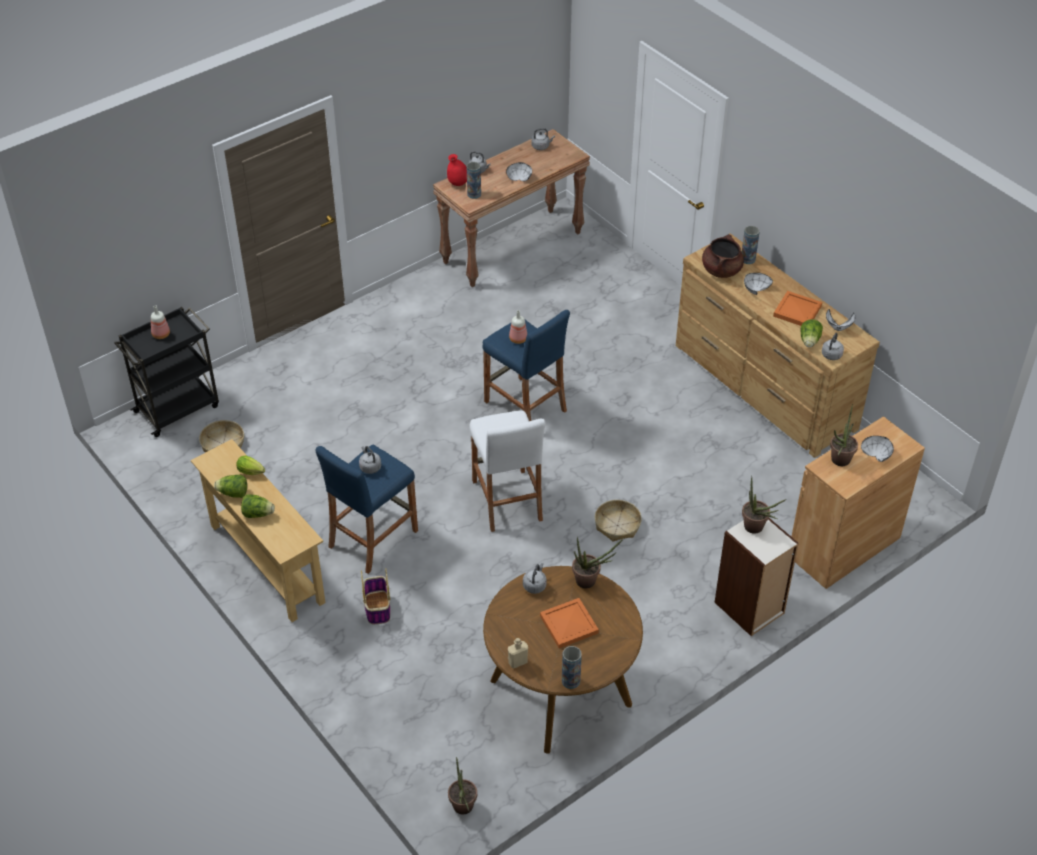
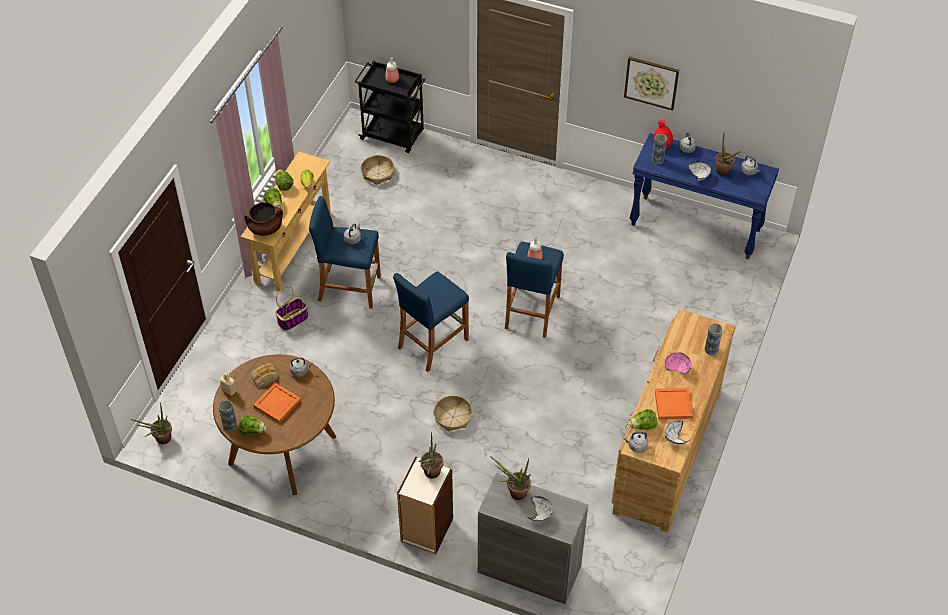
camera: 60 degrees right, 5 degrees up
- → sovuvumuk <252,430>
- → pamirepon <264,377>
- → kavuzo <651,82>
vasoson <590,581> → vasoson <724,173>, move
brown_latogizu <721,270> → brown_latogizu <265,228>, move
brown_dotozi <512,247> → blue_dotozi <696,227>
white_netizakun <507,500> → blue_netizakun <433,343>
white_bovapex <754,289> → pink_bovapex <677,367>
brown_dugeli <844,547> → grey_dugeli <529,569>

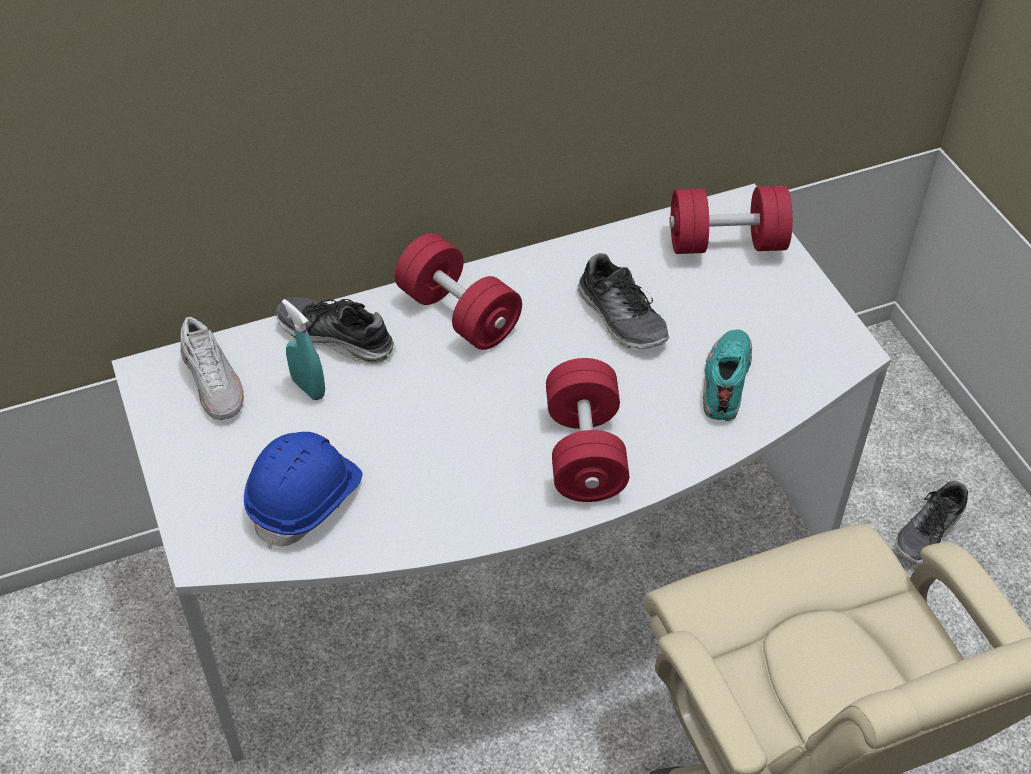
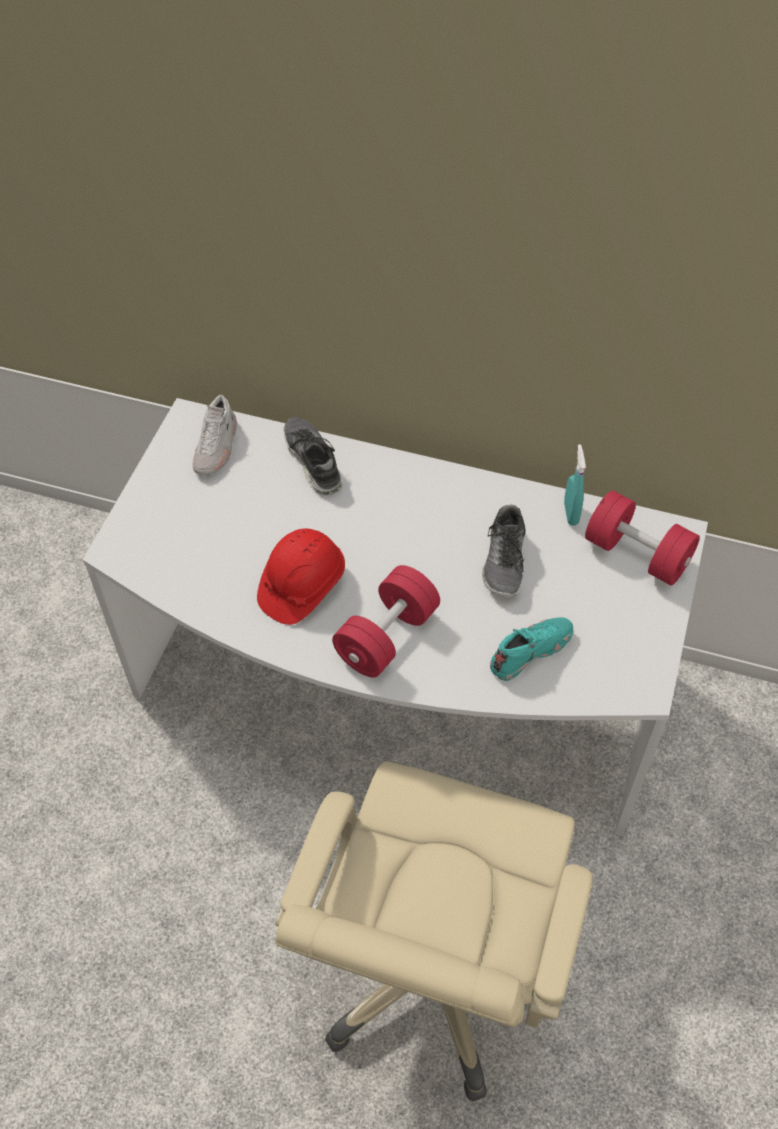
camera: 40 degrees right, 5 degrees up
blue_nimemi <306,500> → -
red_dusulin <458,314> → -
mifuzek <929,532> → -
- → red_nimemi <301,586>
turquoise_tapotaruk <308,388> → turquoise_tapotaruk <571,513>, move

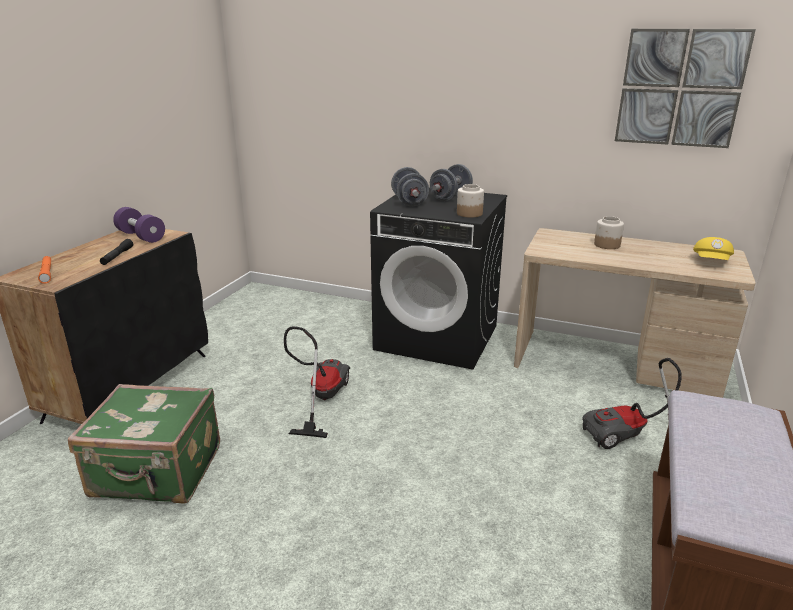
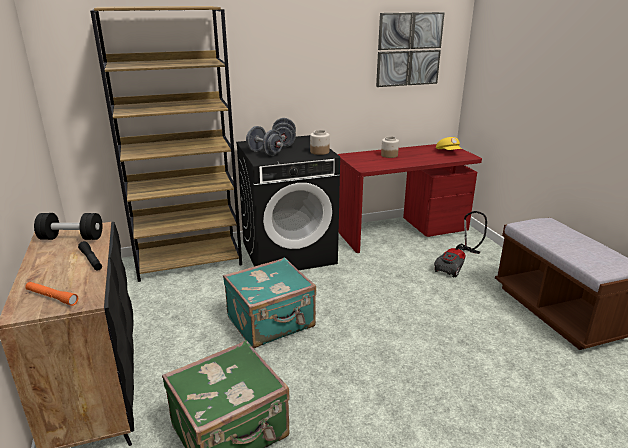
camera: 40 degrees left, 0 degrees up
- → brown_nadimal <189,260>
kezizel <321,398> → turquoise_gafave <272,323>
purple_dusulin <141,236> → black_dusulin <71,238>
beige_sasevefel <614,364> → red_sasevefel <402,231>

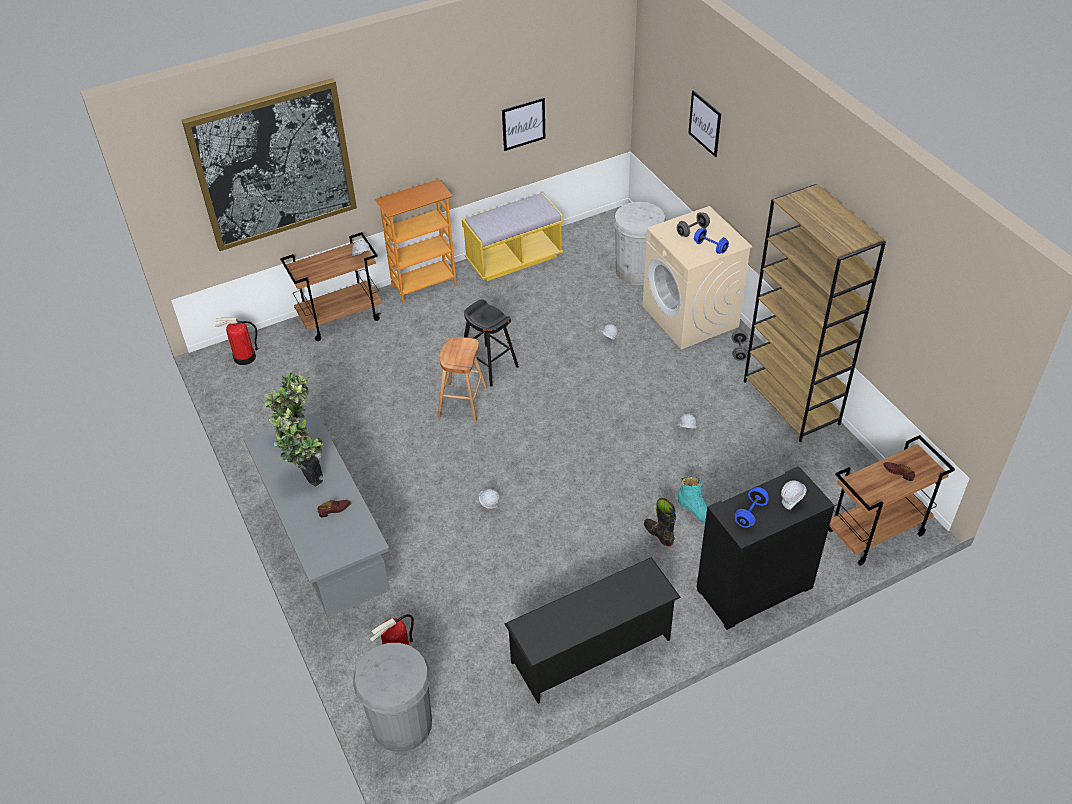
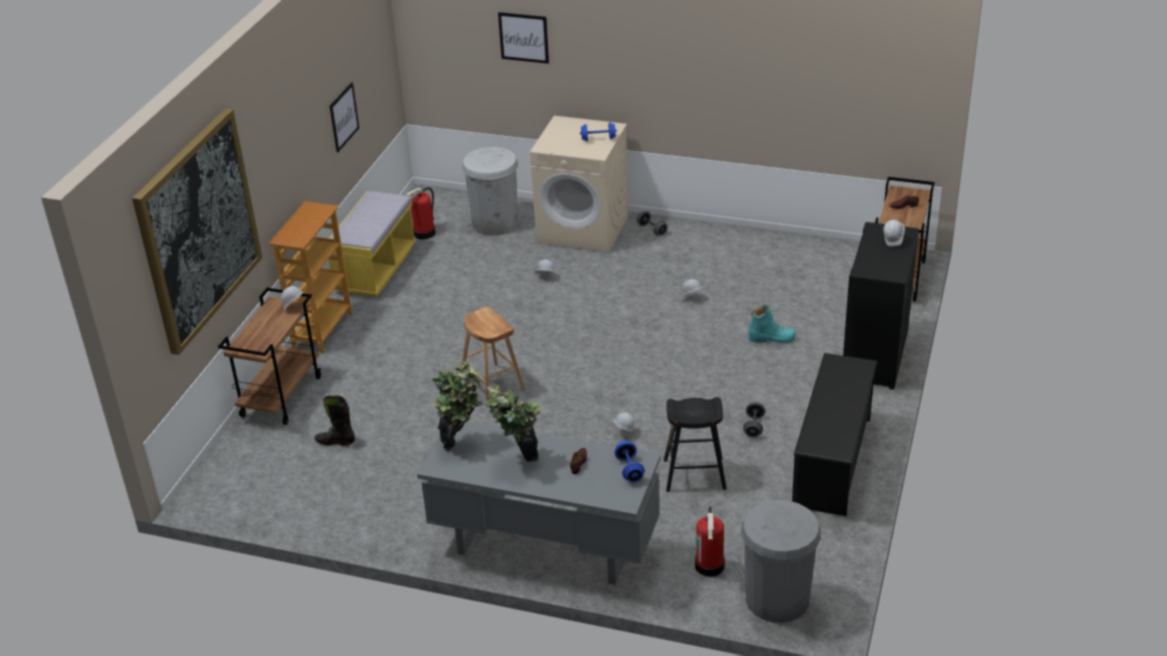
camera: 45 degrees left, 10 degrees down
brown_nadimal <791,403> → -
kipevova <244,357> → kipevova <424,233>, move
black_netizakun <489,365> → black_netizakun <694,474>, move
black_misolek <659,534> → black_misolek <335,441>, move
grey_dusulin <692,231> → grey_dusulin <754,427>, move
blue_dusulin <750,513> → blue_dusulin <629,469>, move

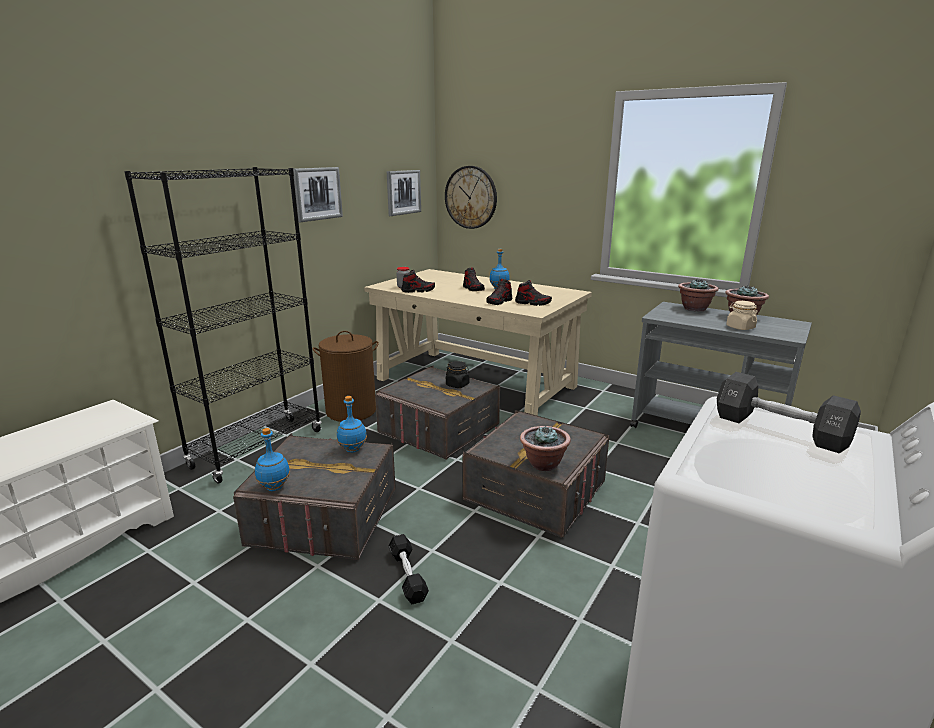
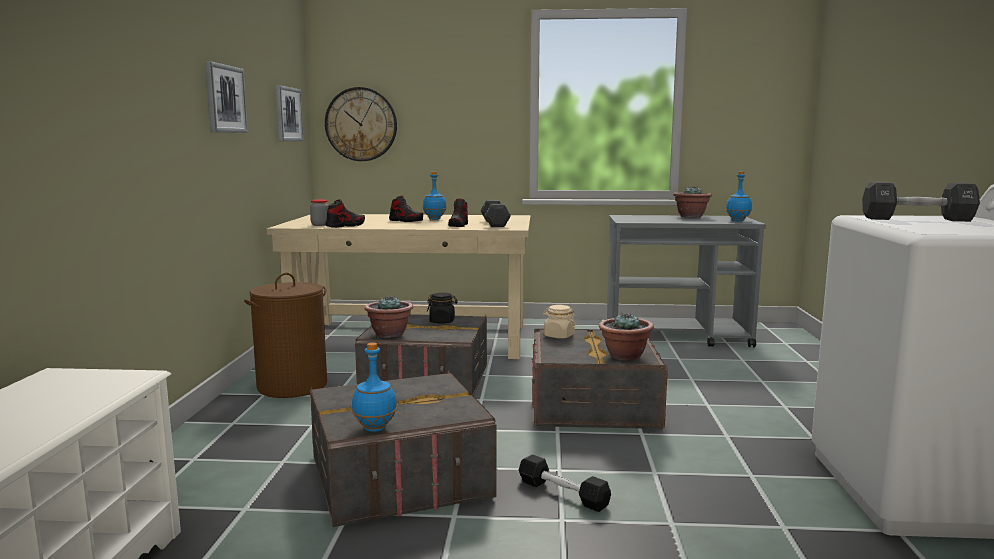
camera: 30 degrees left, 10 degrees down
black_nadimal <258,449> → -
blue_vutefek <352,449> → blue_vutefek <737,221>, move
vasoson <694,309> → vasoson <389,334>, move
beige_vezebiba <740,327> → beige_vezebiba <558,336>, move
mifuzek <533,303> → black_dusulin <495,224>

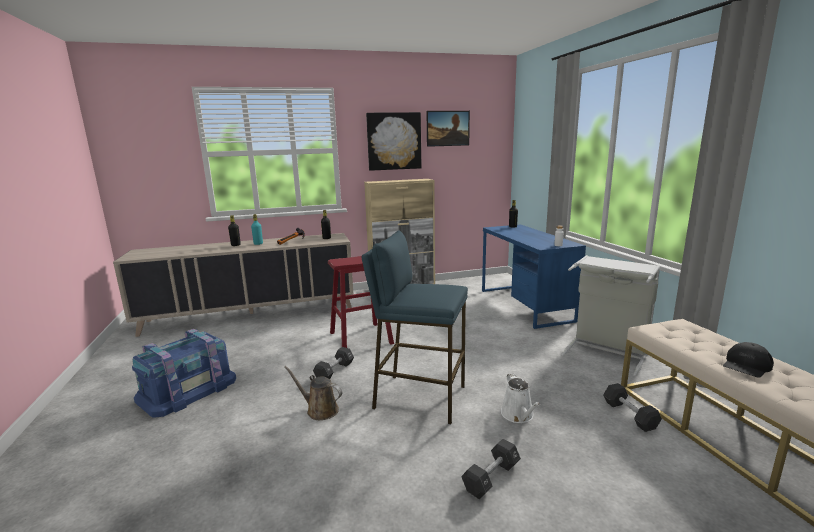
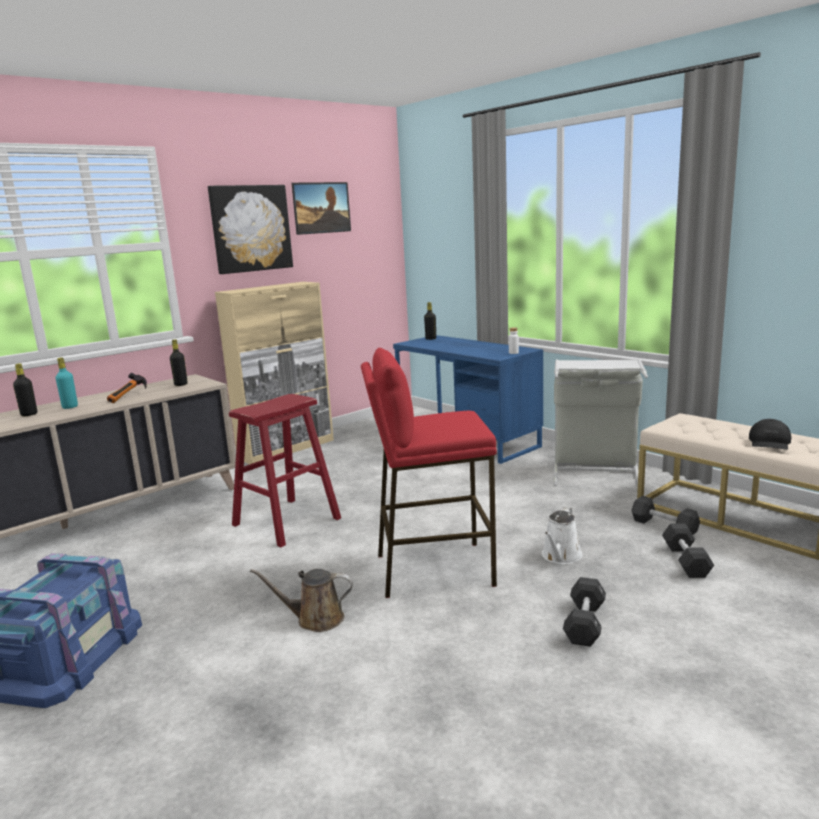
camera: 25 degrees left, 0 degrees up
black_dusulin <334,371> → black_dusulin <686,561>, move
blue_netizakun <419,397> → red_netizakun <433,569>
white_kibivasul <518,415> → white_kibivasul <560,556>, 60 degrees clockwise

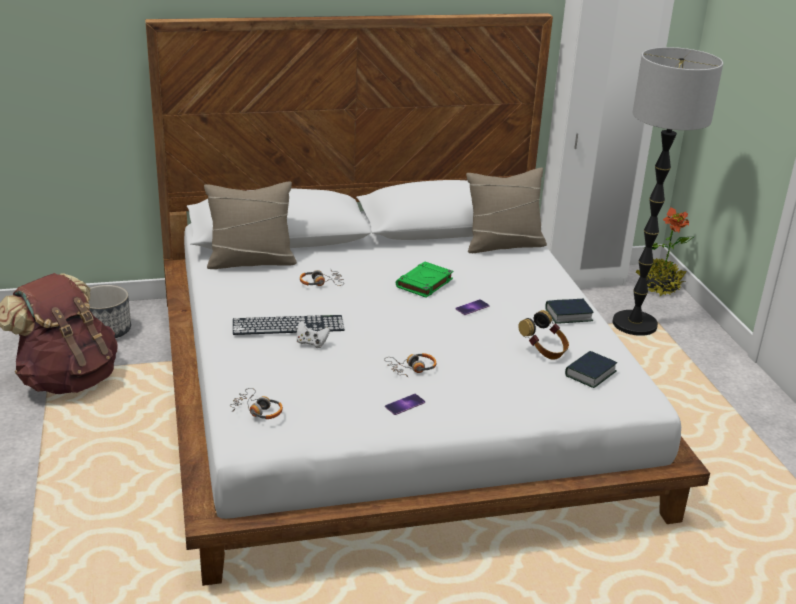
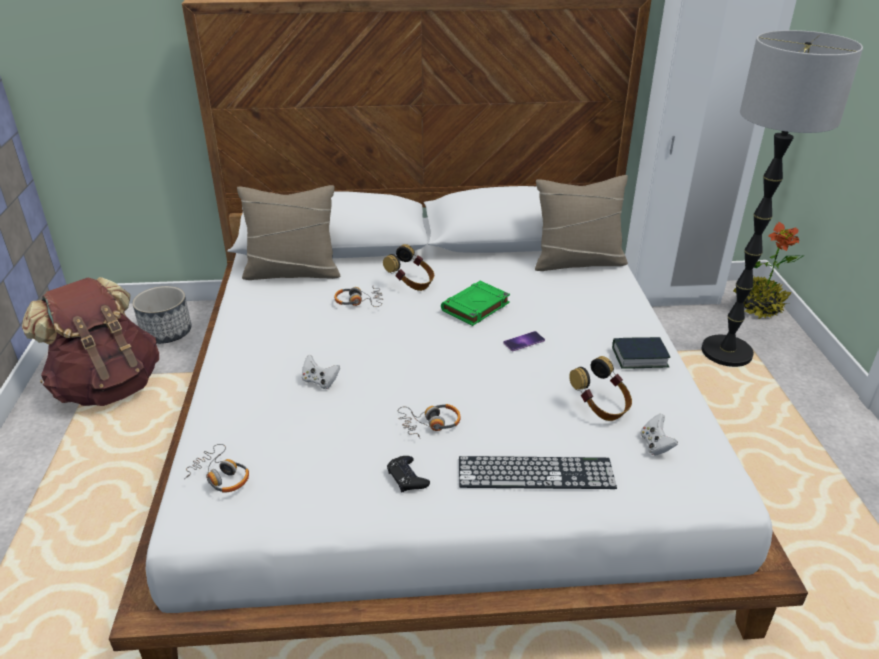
camera: 10 degrees right, 5 degrees up
- → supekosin <411,283>
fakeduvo <288,325> → fakeduvo <536,473>, move
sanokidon <405,404> → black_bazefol <407,477>
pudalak <590,374> → white_bazefol <655,445>

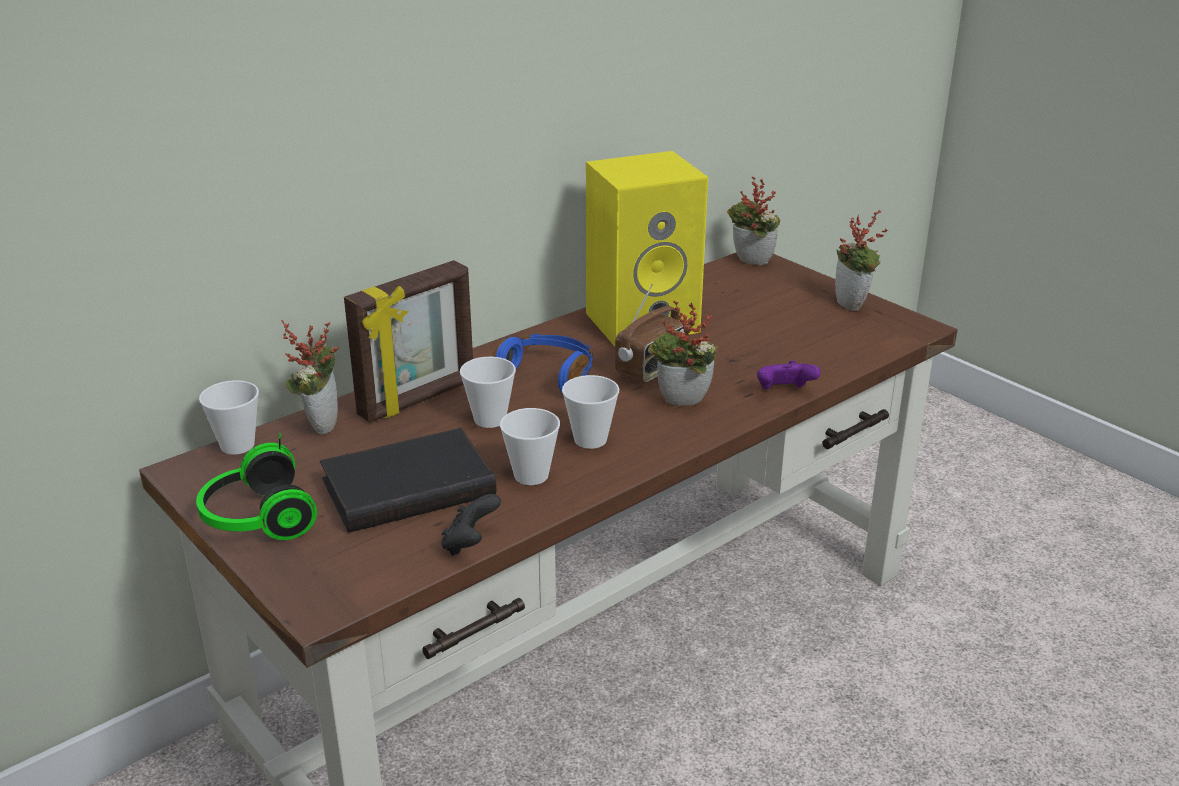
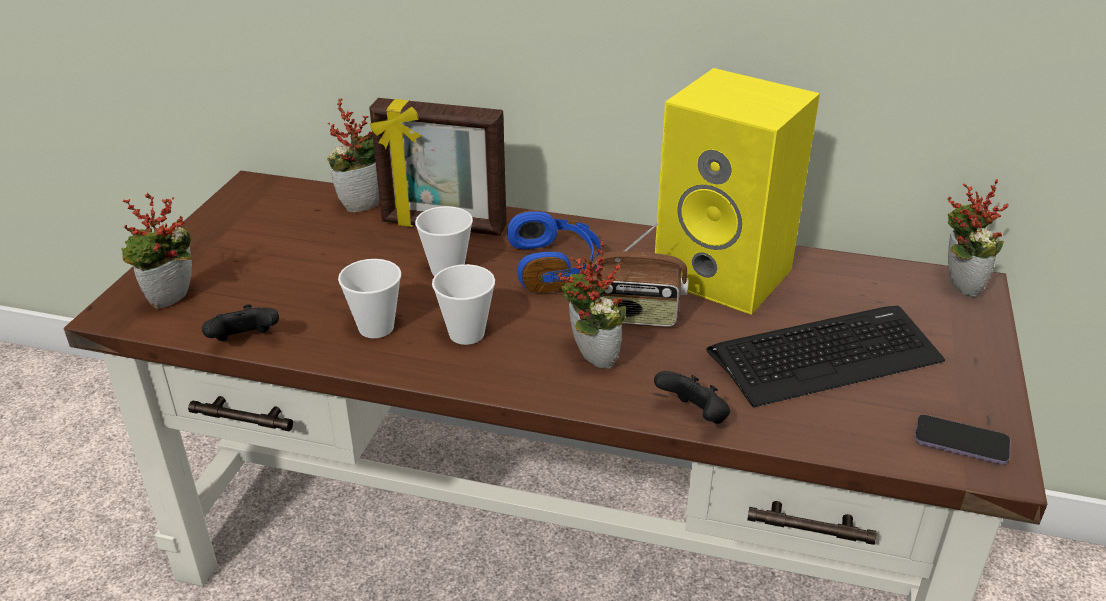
camera: 55 degrees right, 5 degrees up
supekosin <256,519> → -
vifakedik <237,445> → -
black_pudalak <408,485> → -
- → fakeduvo <825,356>
- → sanokidon <961,442>
vasoson <853,305> → vasoson <173,302>, move
purple_bazefol <784,392> → black_bazefol <694,416>

